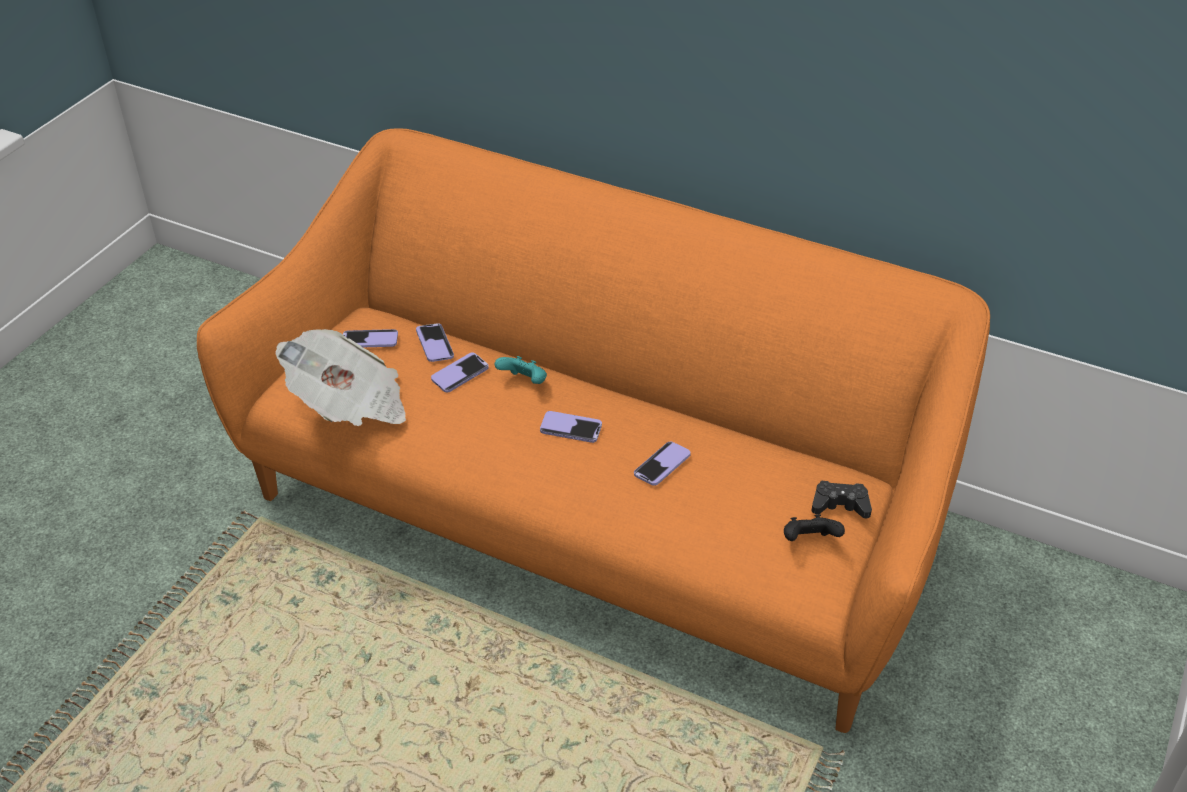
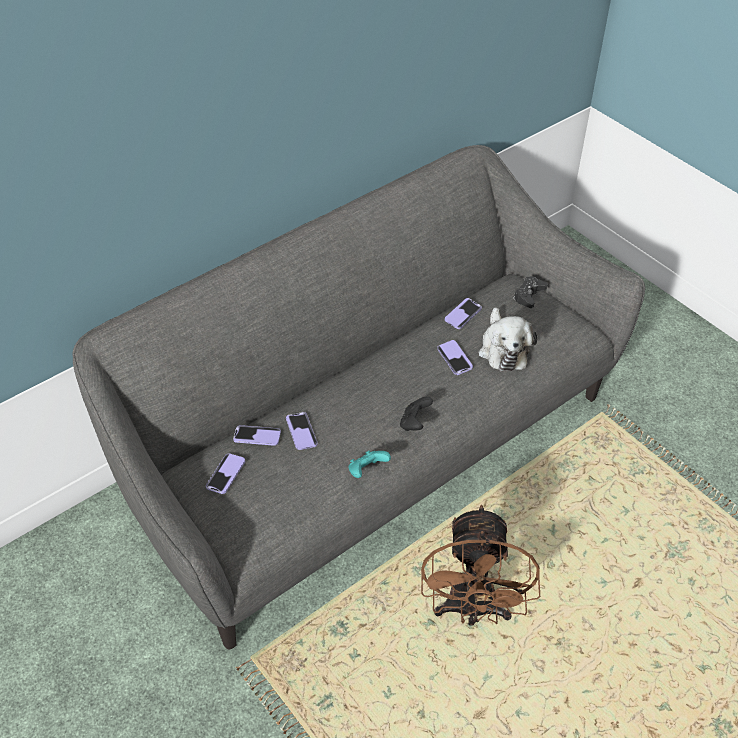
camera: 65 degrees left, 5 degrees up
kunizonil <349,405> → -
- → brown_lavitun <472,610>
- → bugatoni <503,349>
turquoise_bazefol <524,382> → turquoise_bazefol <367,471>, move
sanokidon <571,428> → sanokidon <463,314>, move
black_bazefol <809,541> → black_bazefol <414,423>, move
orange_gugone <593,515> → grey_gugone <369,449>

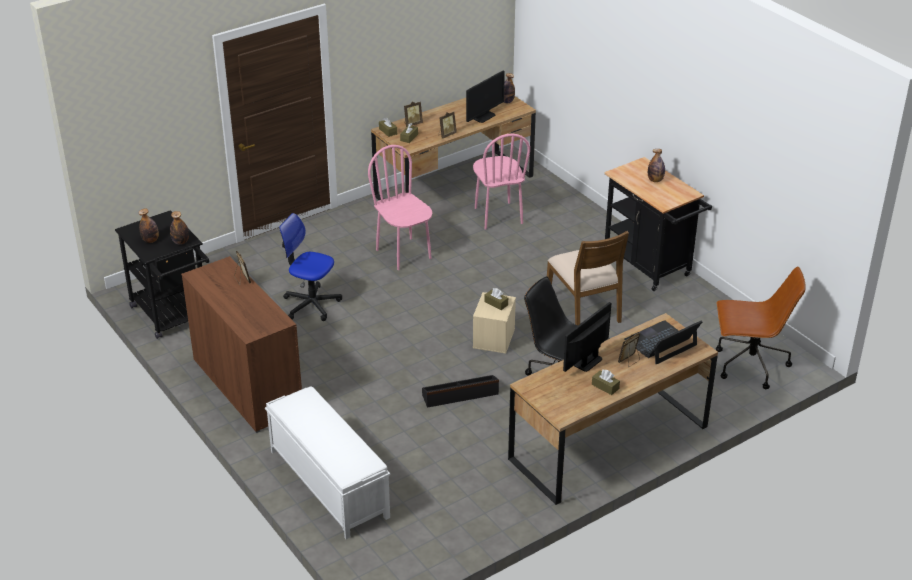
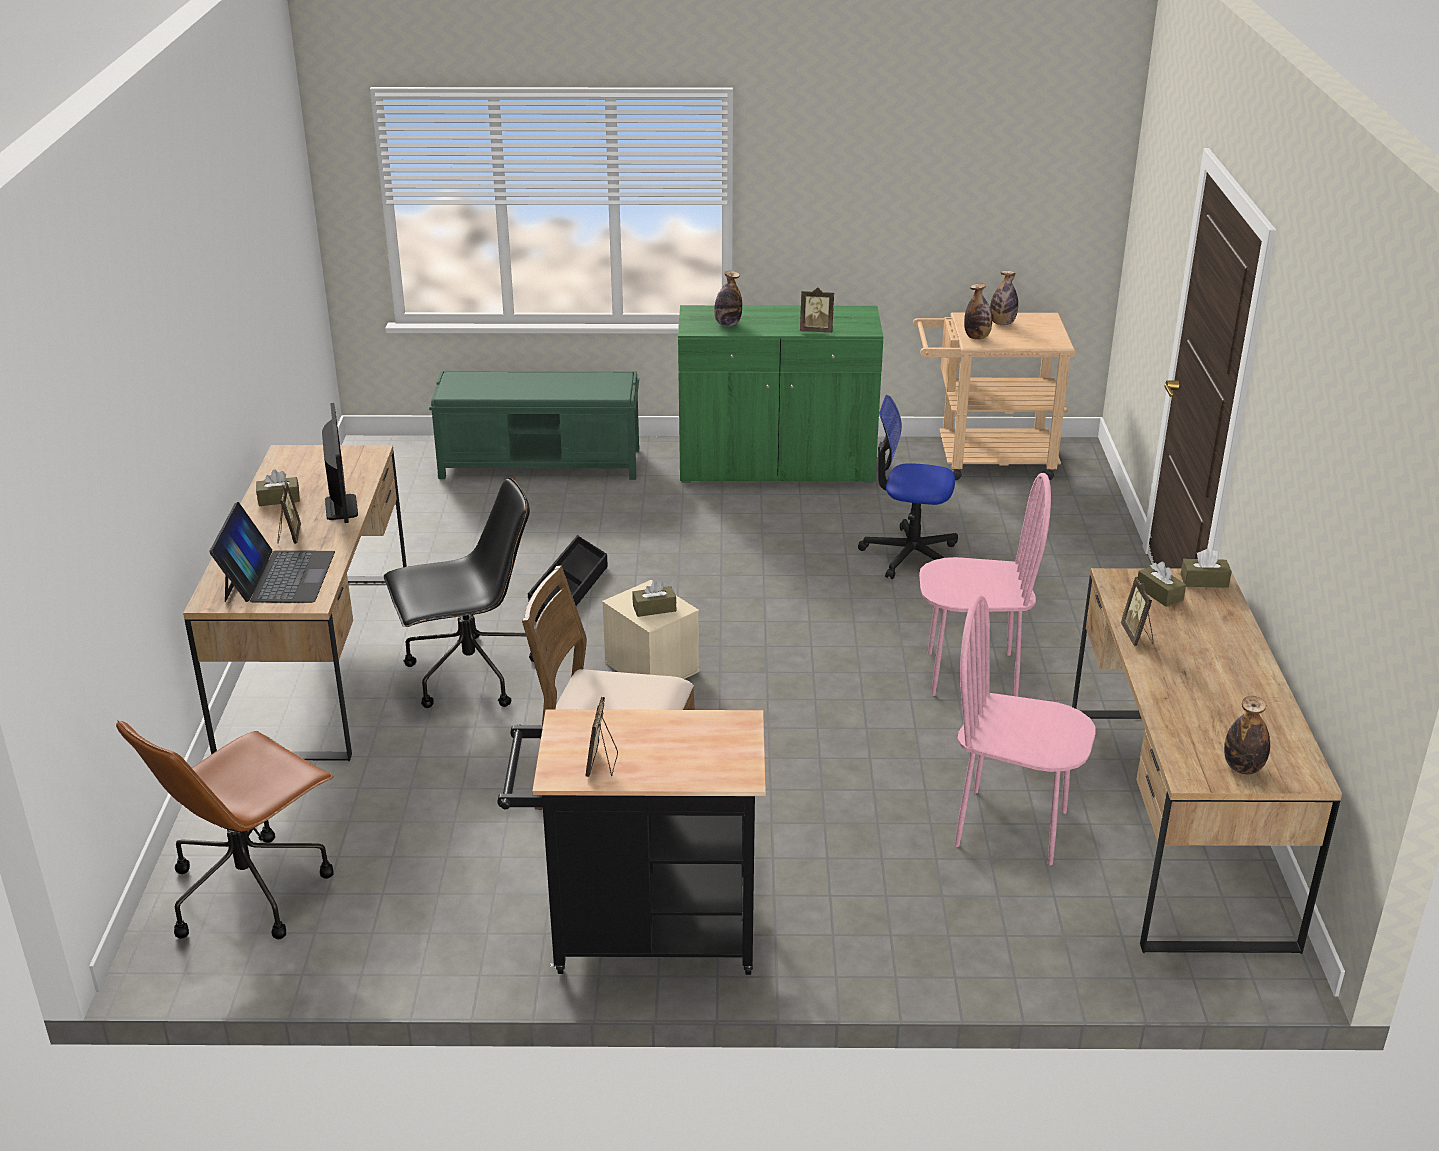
camera: 125 degrees right, 5 degrees down
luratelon <483,116> → -
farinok <412,124> → farinok <602,764>, move
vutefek <655,180> → vutefek <727,324>, move
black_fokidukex <173,316> → beige_fokidukex <984,460>
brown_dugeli <248,386> → green_dugeli <776,467>
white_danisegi <328,483> → green_danisegi <542,464>
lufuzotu <311,304> → lufuzotu <909,555>, 135 degrees counterclockwise

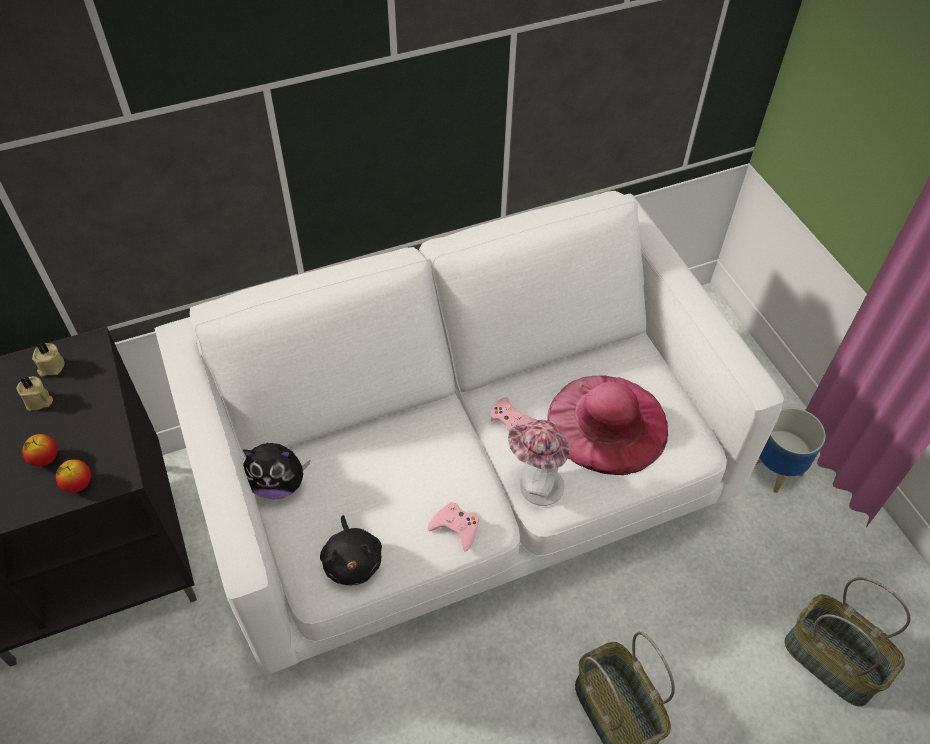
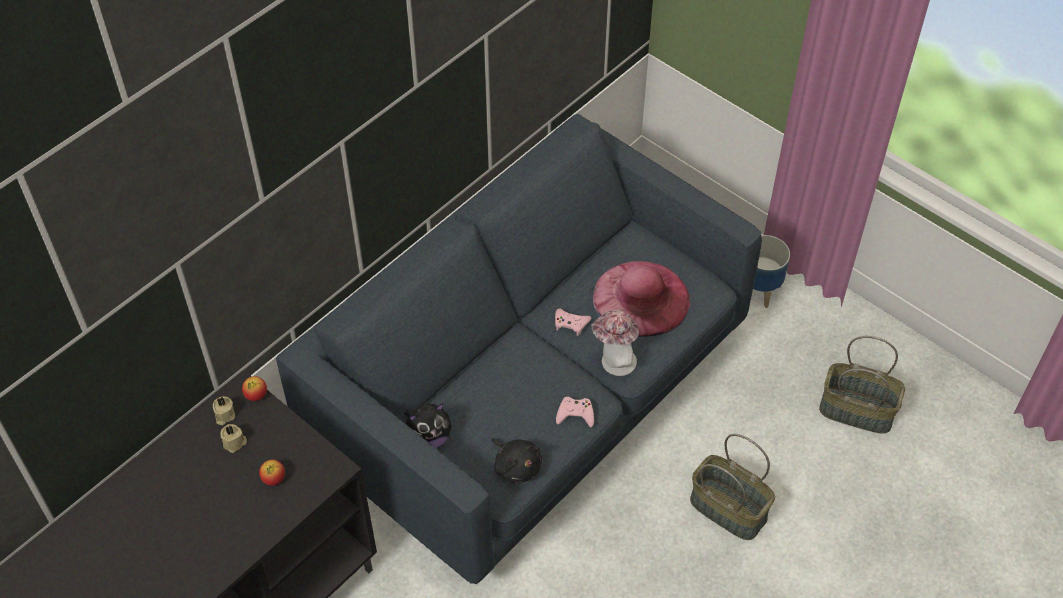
camera: 25 degrees left, 0 degrees up
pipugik <78,484> → pipugik <256,395>, move
white_gugone <462,486> → blue_gugone <531,399>

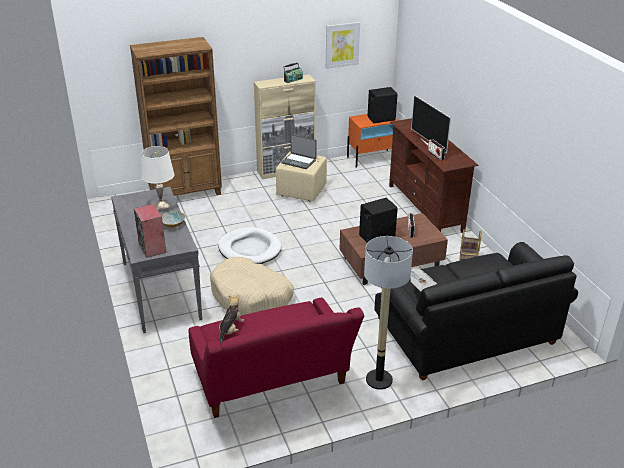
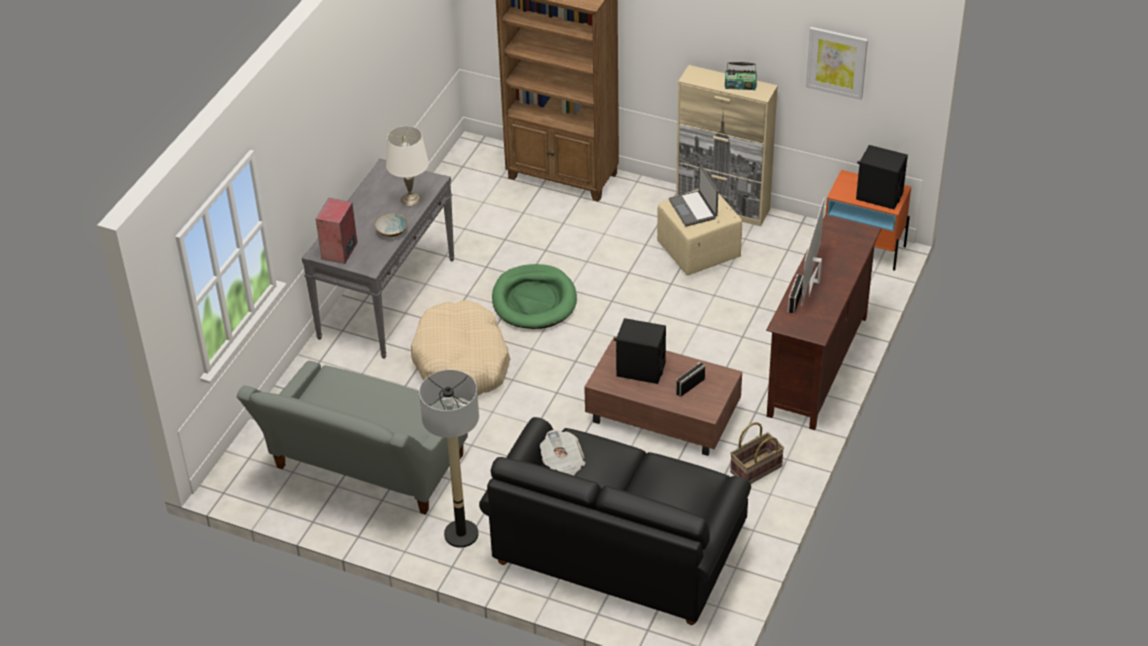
camera: 45 degrees right, 10 degrees up
bugatoni <230,330> → -
red_gugone <273,383> → grey_gugone <364,470>
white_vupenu <249,249> → green_vupenu <534,300>

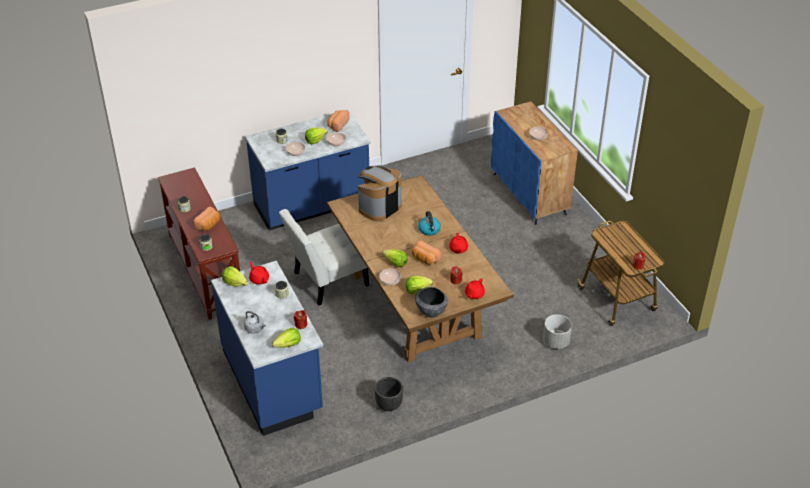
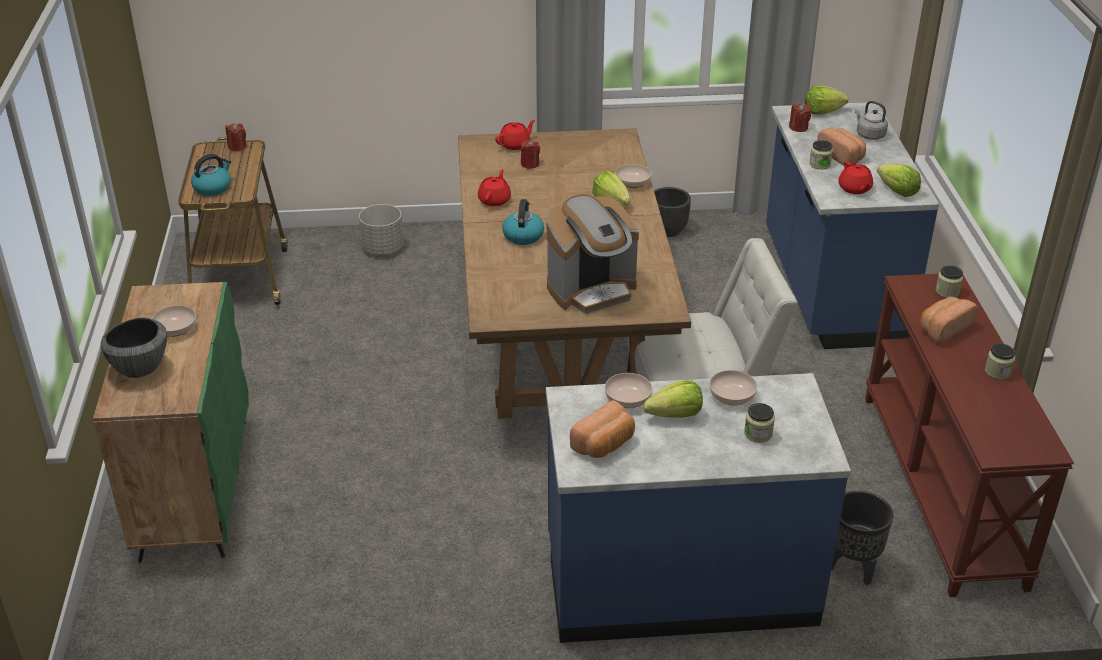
camera: 160 degrees left, 5 degrees down
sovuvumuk <417,290> → -
- → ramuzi <213,187>
- → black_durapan <852,568>
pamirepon <425,259> → pamirepon <842,156>, move
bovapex <431,312> → bovapex <140,368>, move
blue_dugeli <529,194> → green_dugeli <194,487>

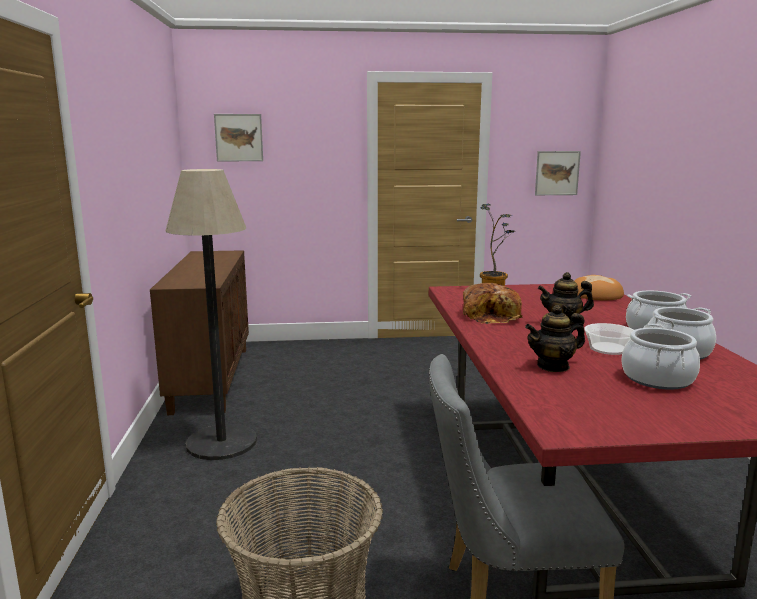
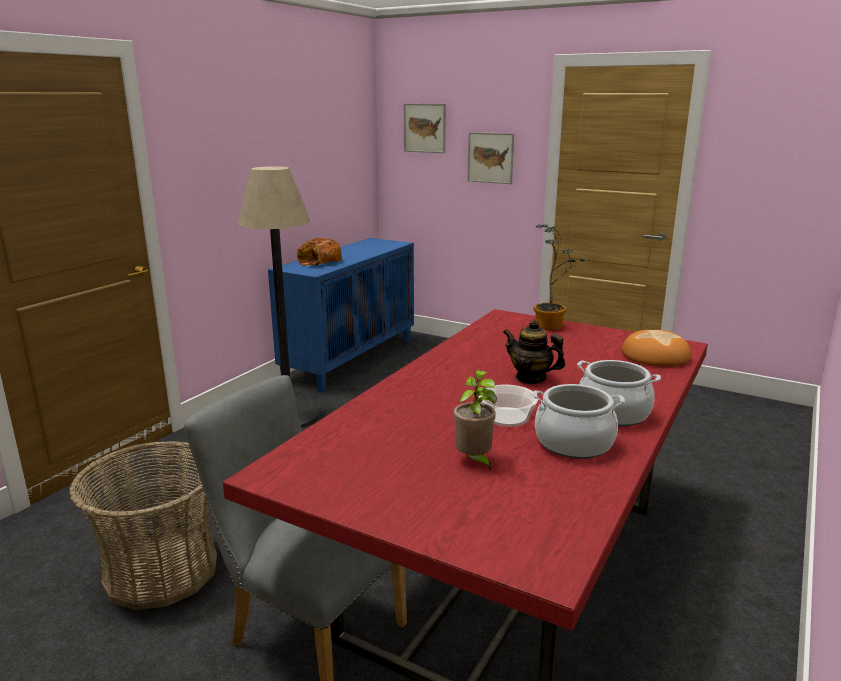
camera: 35 degrees right, 5 degrees up
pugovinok <553,366> → -
pamirepon <492,315> → pamirepon <319,262>, move
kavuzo <557,173> → kavuzo <490,157>, move
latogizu <658,379> → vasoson <474,461>
brown_dugeli <210,378> → blue_dugeli <350,359>

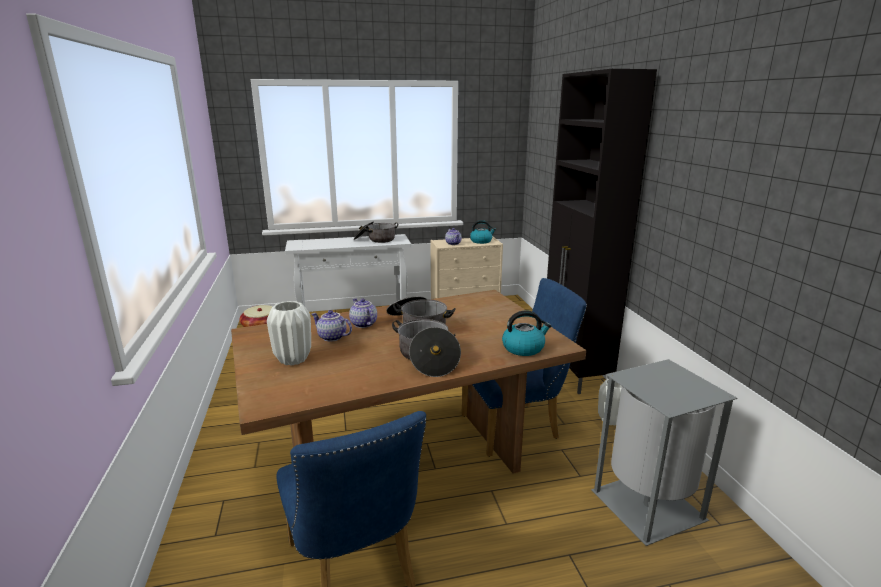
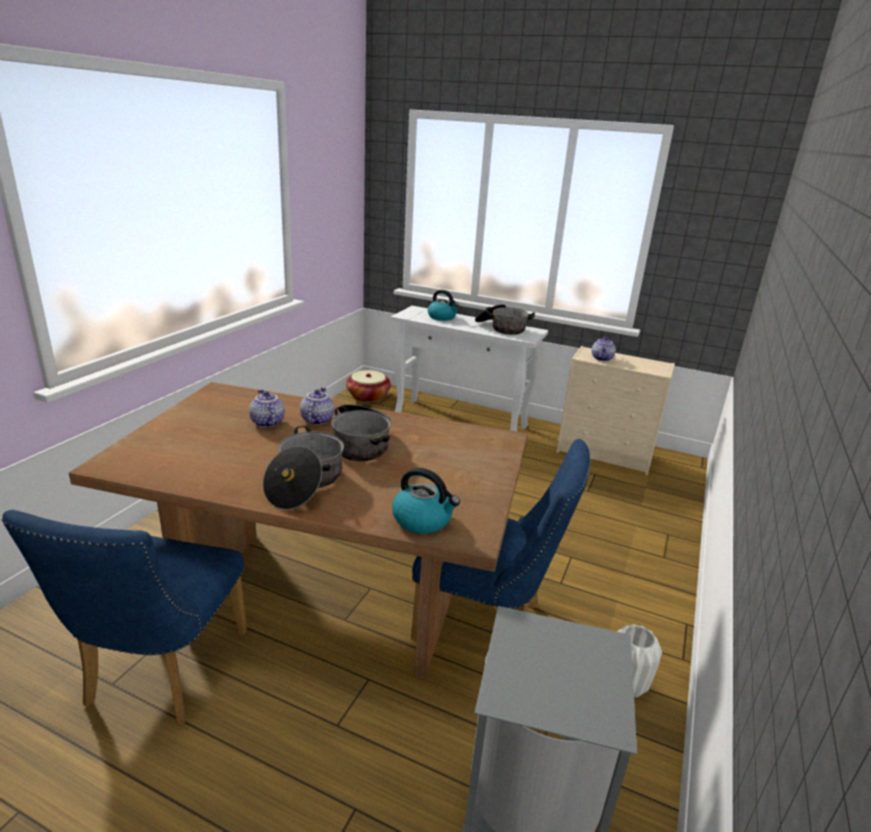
camera: 35 degrees right, 5 degrees up
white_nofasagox <293,360> → -
black_dugeli <575,373> → -
ramuzi <481,241> → ramuzi <442,317>, move

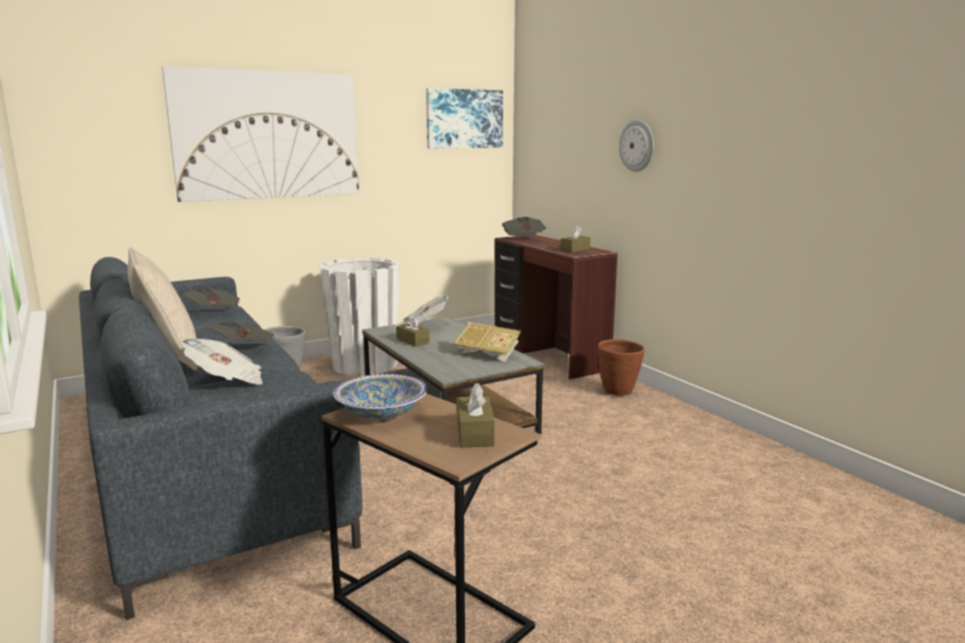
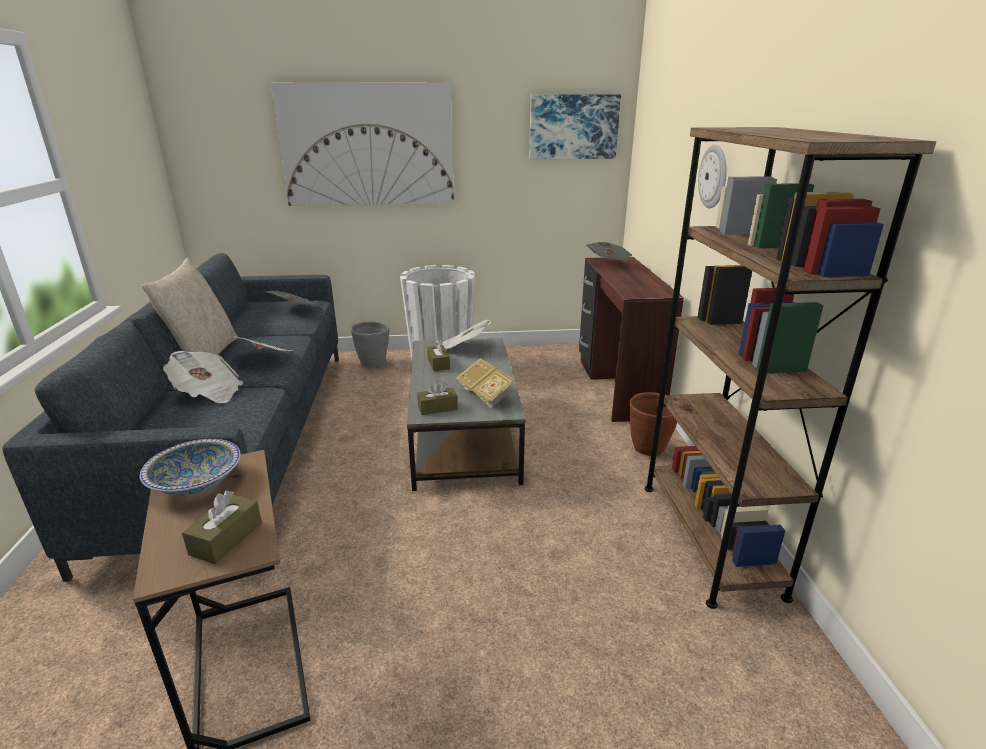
camera: 25 degrees right, 10 degrees up
- → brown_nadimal <709,537>
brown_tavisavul <575,250> → brown_tavisavul <437,408>, move

